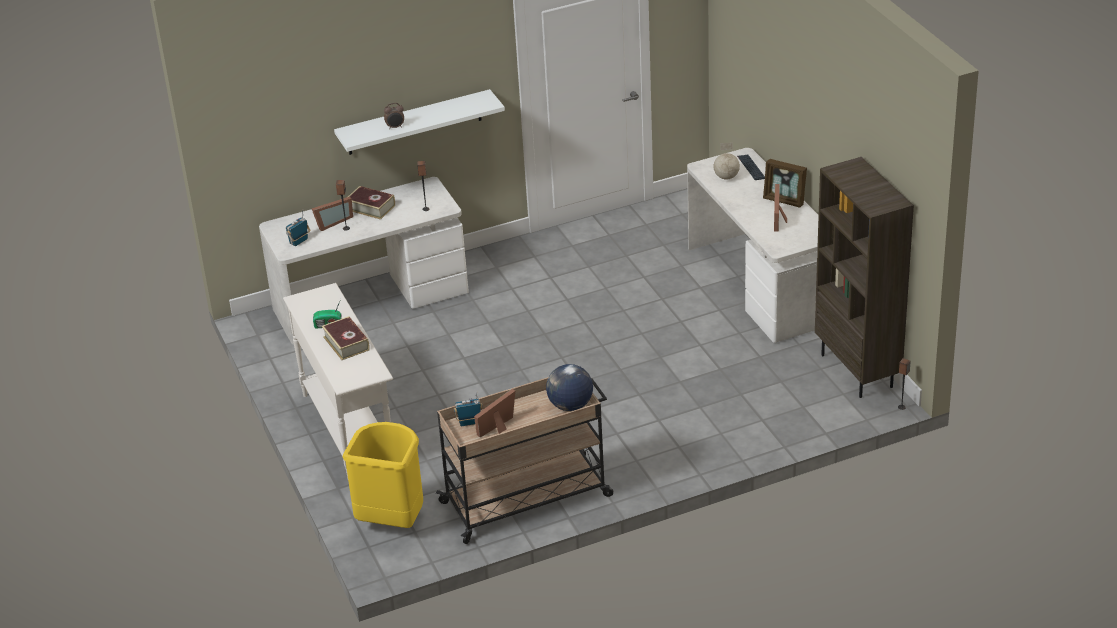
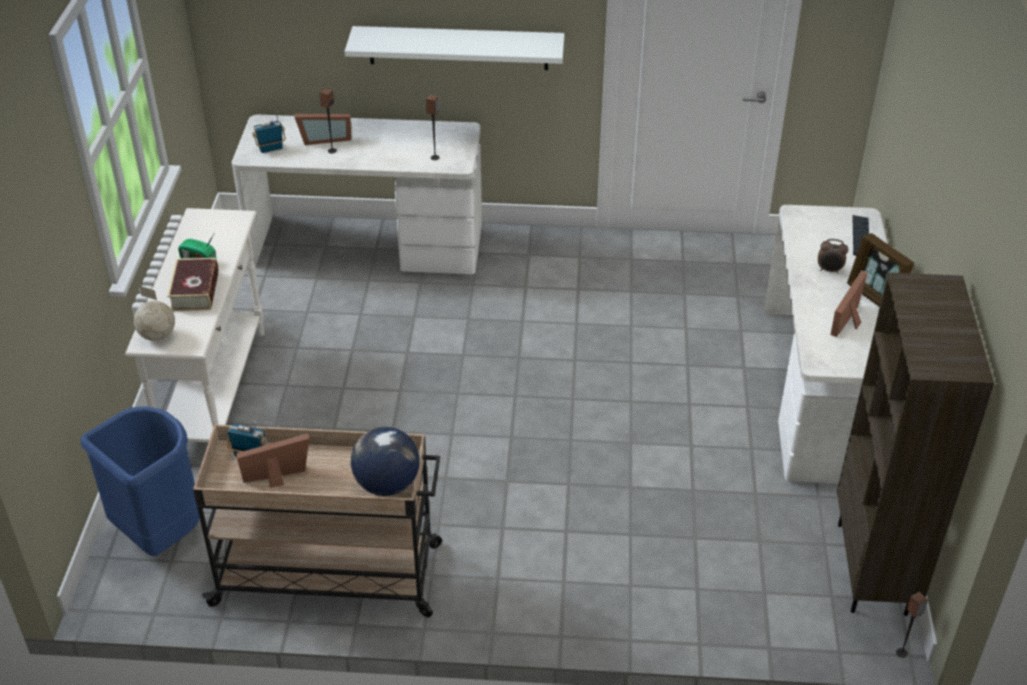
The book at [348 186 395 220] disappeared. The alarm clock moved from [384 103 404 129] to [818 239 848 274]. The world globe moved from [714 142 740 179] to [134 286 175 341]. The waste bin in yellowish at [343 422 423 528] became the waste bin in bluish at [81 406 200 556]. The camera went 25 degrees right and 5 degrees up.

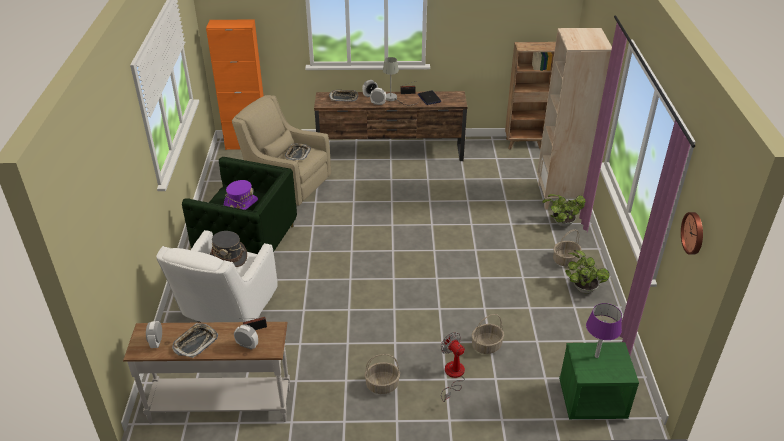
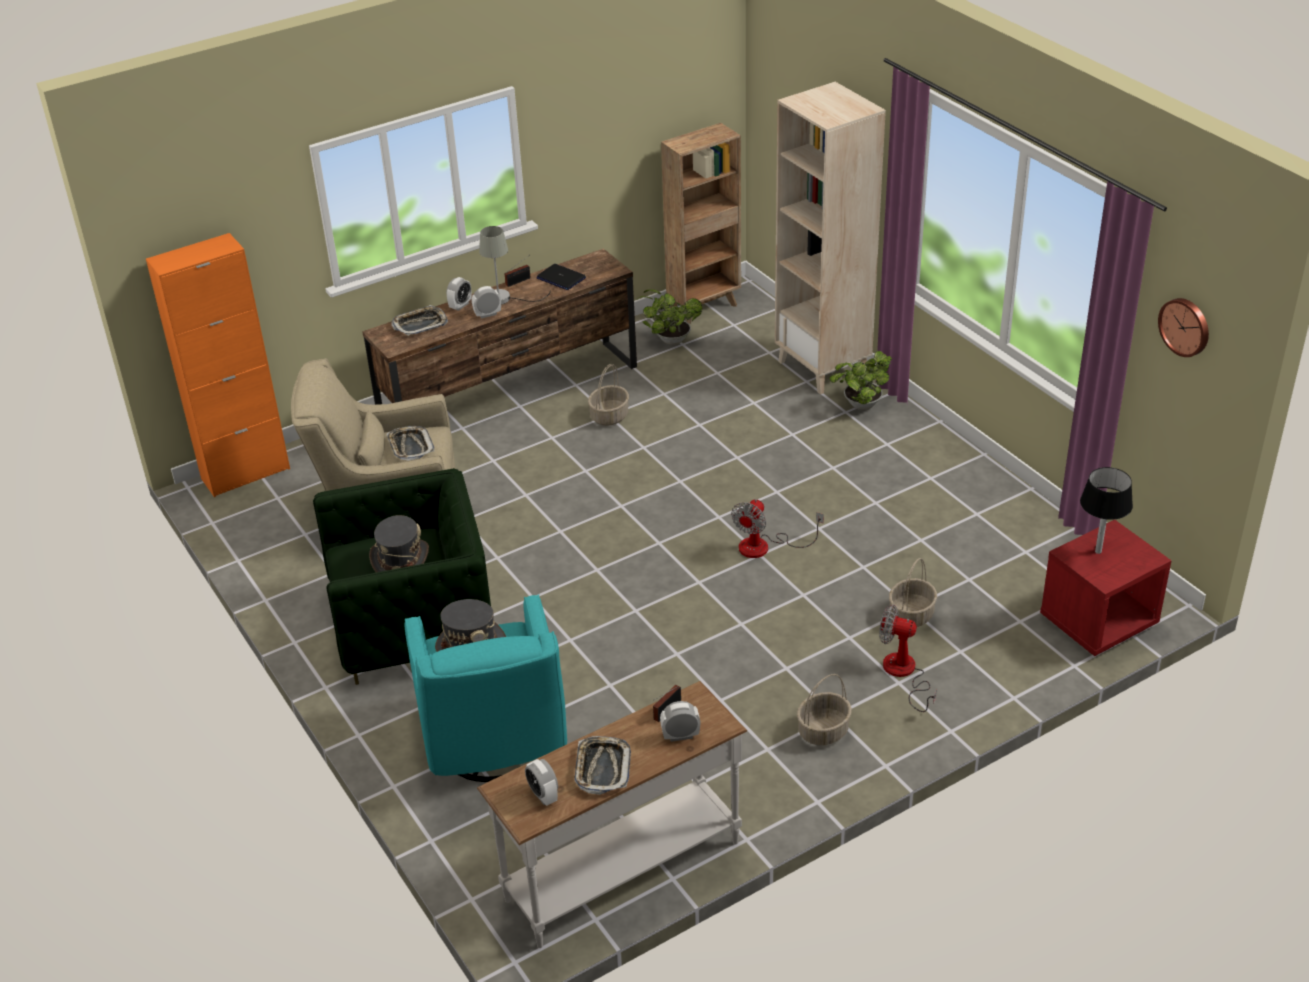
The electric fan at [731 499 824 558] appeared. The basket moved from [553 229 582 266] to [588 364 629 426]. The houseplant moved from [565 250 609 294] to [639 289 702 345]. The easy chair in whitish at [156 230 278 323] became the easy chair in blue-green at [404 594 567 782]. The clothing hat in purple-coloured at [224 180 258 210] became the clothing hat in grey at [369 515 429 572]. The nightstand in greenish at [559 342 639 419] became the nightstand in red at [1040 520 1172 656]. The lamp for a table in purple-coloured at [586 303 622 358] became the lamp for a table in blackish at [1080 467 1133 554]. The camera went 30 degrees left and 0 degrees up.

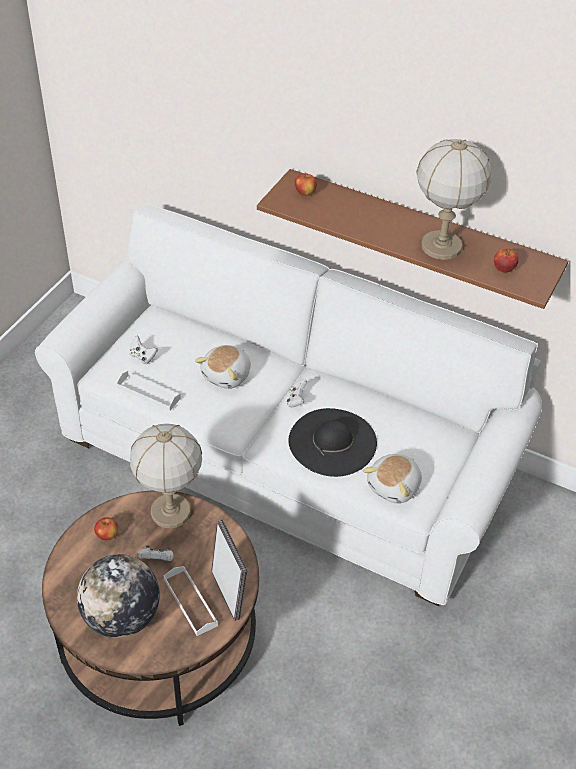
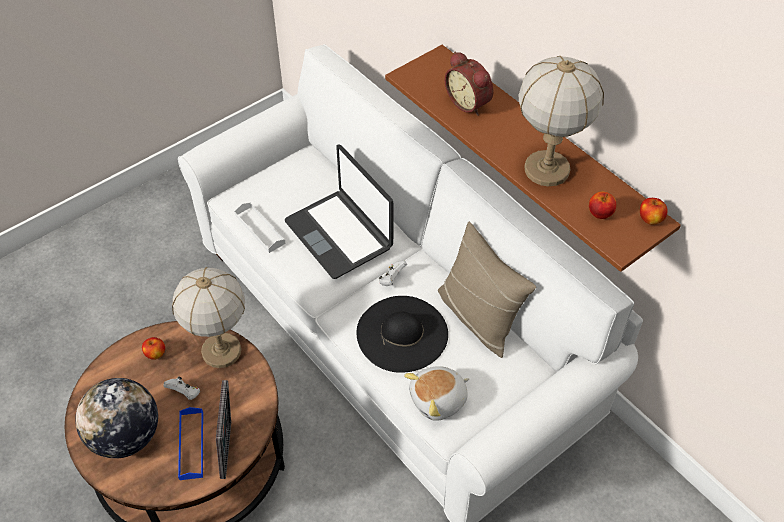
The gamepad in whitish at [129 335 158 364] disappeared. The cushion in beige-coloured at [438 222 536 358] appeared. The alarm clock at [445 52 494 116] appeared. The apple fruit moved from [295 174 317 196] to [640 198 668 225]. The soft toy at [195 345 251 389] was replaced by the notebook computer at [285 144 393 279]. The serving tray in whitish at [164 566 218 636] became the serving tray in bluish at [178 407 203 480]. The camera went 25 degrees right and 5 degrees up.

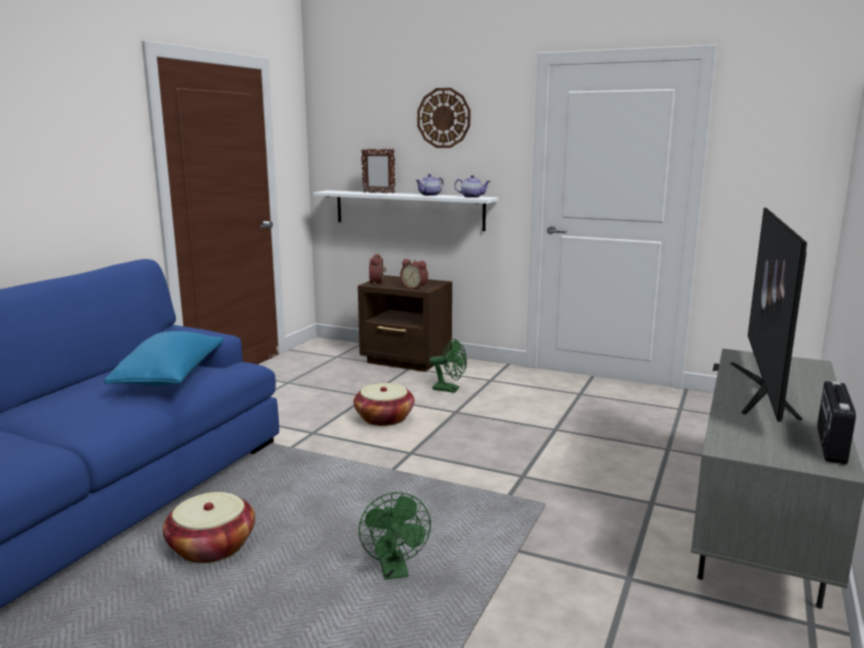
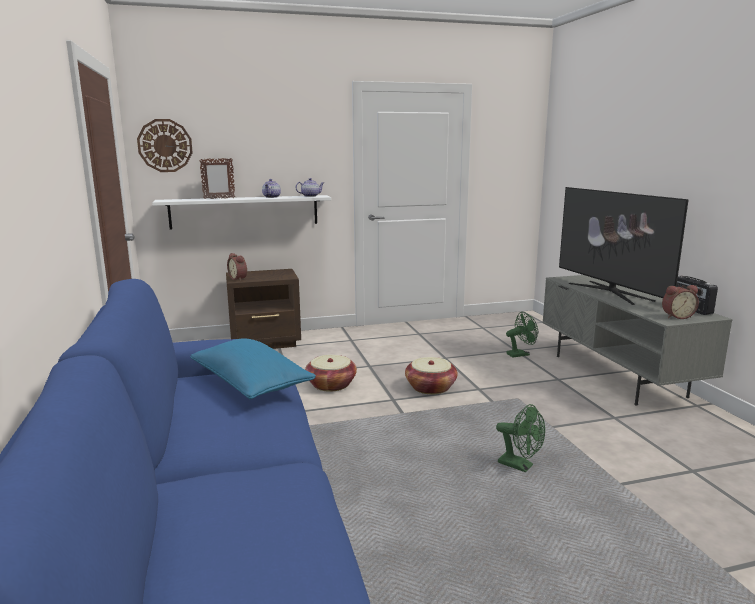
The basket moved from [163 492 255 563] to [405 357 458 395]. The alarm clock moved from [400 259 428 290] to [662 285 699 319]. The hanging clock moved from [417 88 471 148] to [137 119 193 172]. The electric fan in greenish moved from [429 339 467 393] to [506 312 538 358]. The camera went 40 degrees left and 0 degrees up.

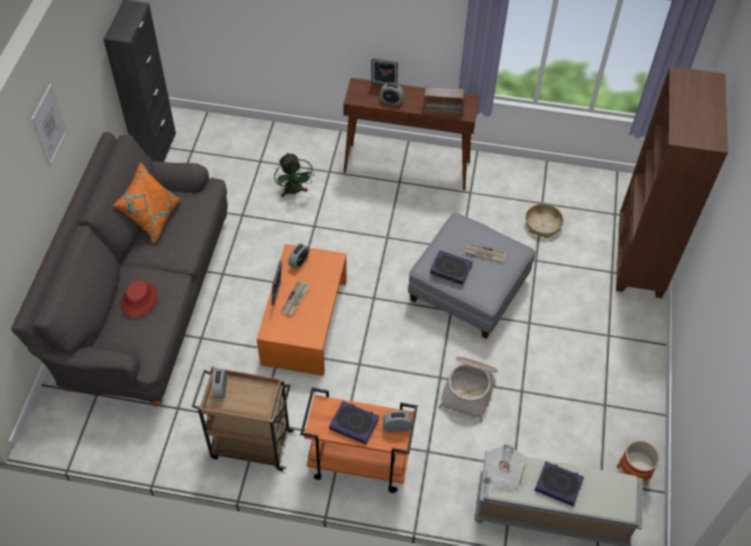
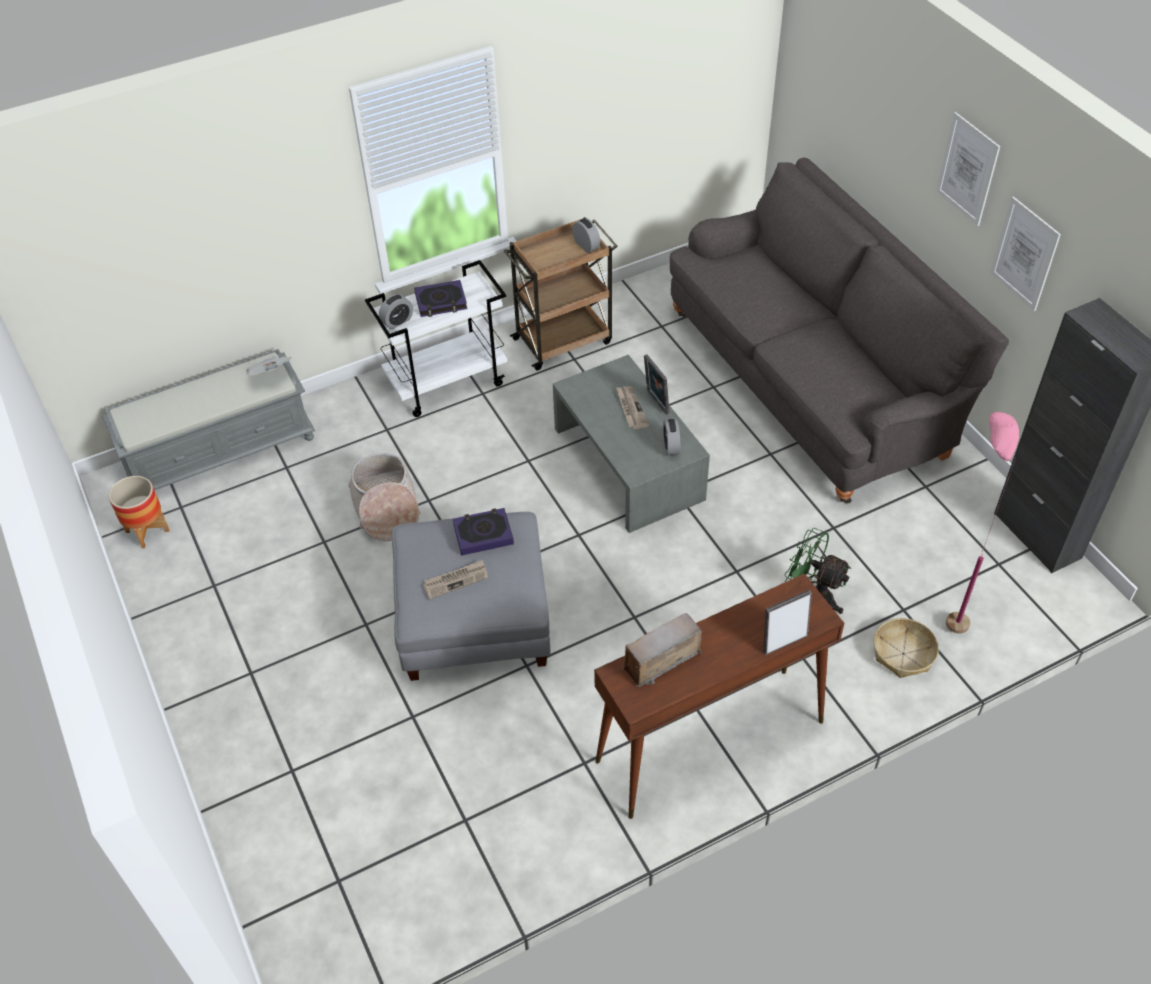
The cushion in orangey at [113 162 180 244] disappeared. The clothing hat in red at [121 281 158 318] disappeared. The alarm clock at [379 83 404 105] disappeared. The book at [535 461 584 507] disappeared. The bookshelf in brownish at [616 66 728 298] disappeared. The standing lamp in pinkish at [946 412 1019 634] appeared. The wall art at [990 196 1061 311] appeared. The basket moved from [525 204 564 238] to [874 618 939 678]. The coffee table in orangey at [257 244 347 376] became the coffee table in grey at [553 355 710 533]. The trolley in orangey at [300 388 418 493] became the trolley in whitish at [365 260 507 417]. The camera went 145 degrees right and 5 degrees down.

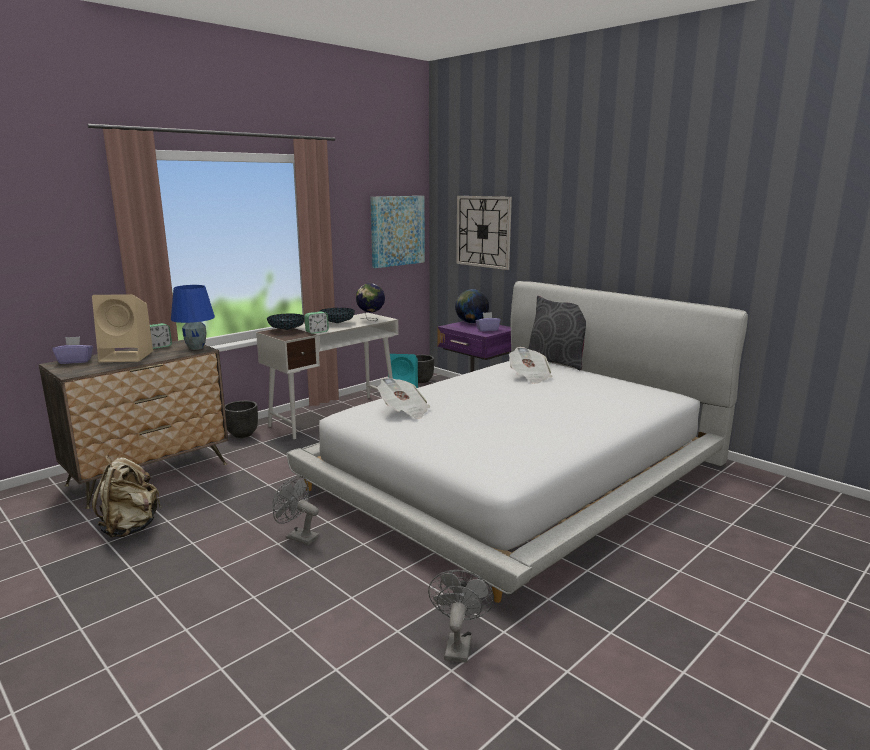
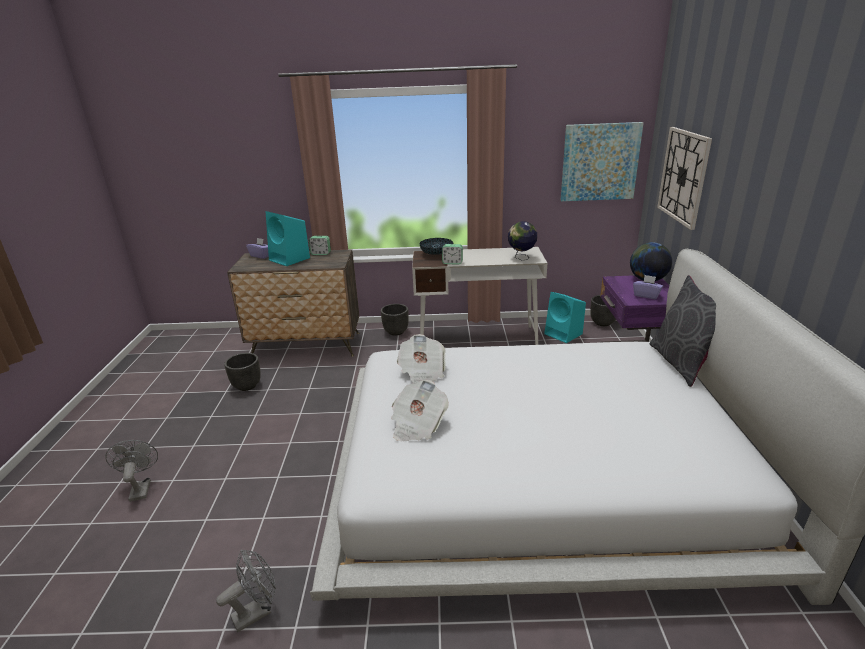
The lamp for a table in bluish at [171 285 215 350] disappeared. The serving bowl at [319 308 355 323] disappeared. The electric fan in grey moved from [272 476 319 545] to [105 440 158 502]. The daily paper moved from [509 347 552 384] to [391 380 449 441]. The backpack in beige-coloured at [92 455 161 537] was replaced by the flower pot in blackish at [224 353 261 391]. The loudspeaker in beige-coloured at [92 294 153 362] became the loudspeaker in blue-green at [266 211 310 266]. The camera went 45 degrees right and 10 degrees up.

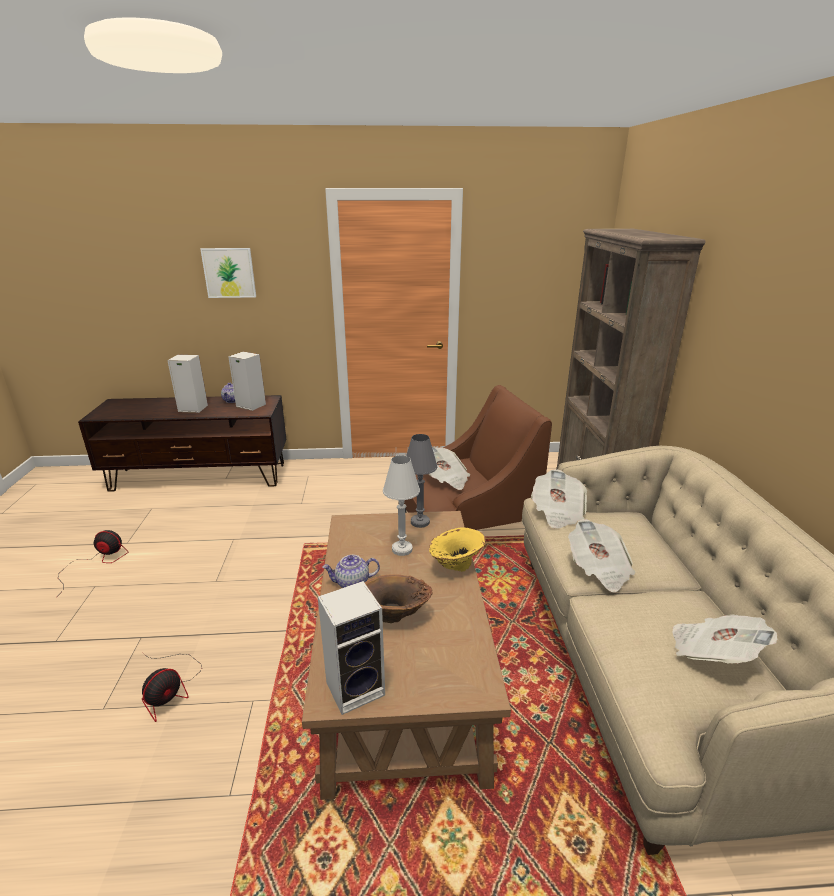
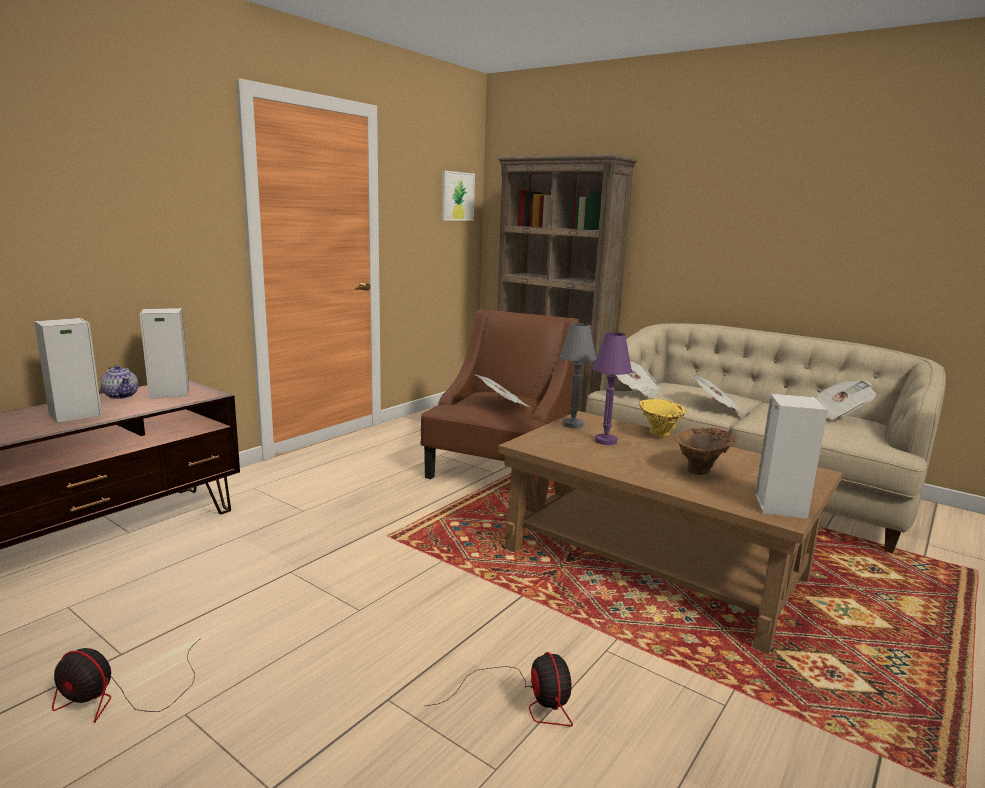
The pot for tea at [322 555 380 588] disappeared. The wall art moved from [200 248 256 298] to [442 171 475 221]. The lamp for a table in whitish at [383 455 420 556] became the lamp for a table in purple-coloured at [592 332 632 445]. The electric fan at [58 530 128 591] turned 120 degrees counterclockwise. The camera went 50 degrees left and 10 degrees down.

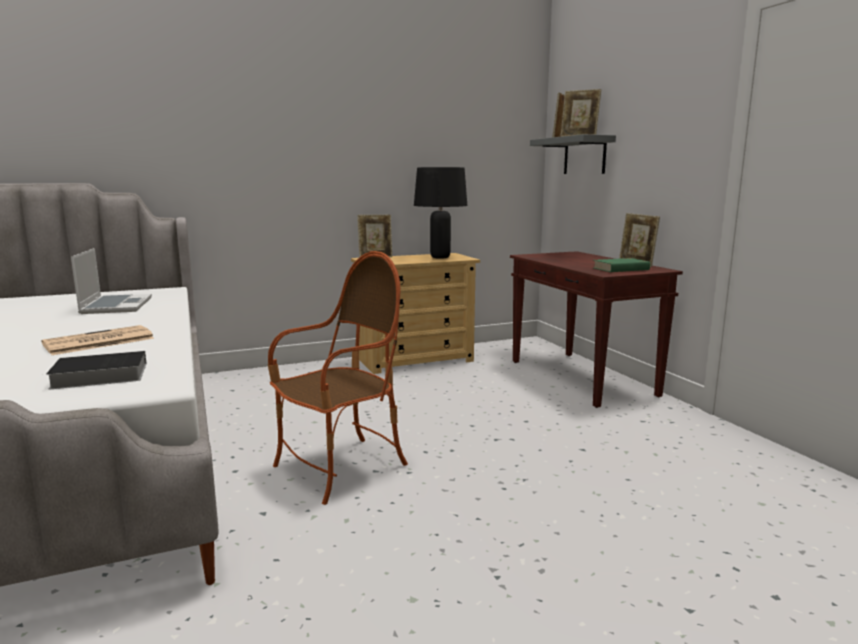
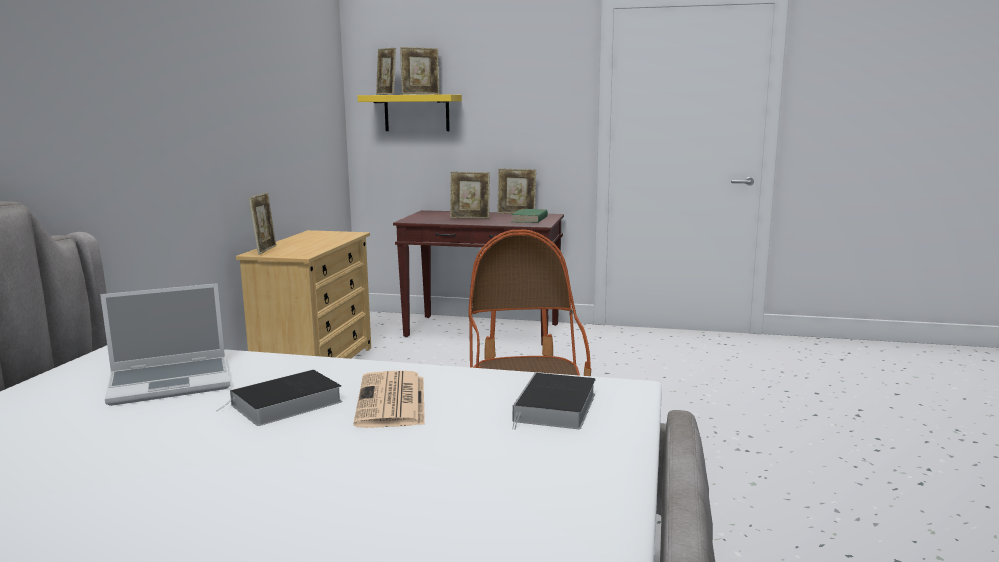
The lamp for a table in blackish at [414 167 467 259] disappeared. The book at [216 370 342 426] appeared. The photo frame at [450 171 490 219] appeared. The shelf in grey at [530 134 616 174] became the shelf in yellowish at [358 94 462 131]. The notebook computer at [71 248 152 314] turned 135 degrees clockwise. The camera went 55 degrees left and 0 degrees up.

